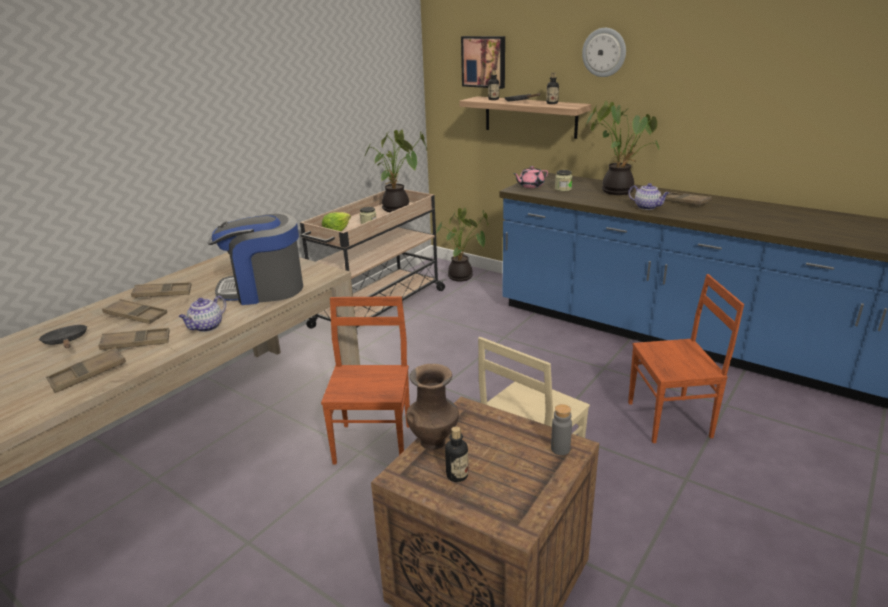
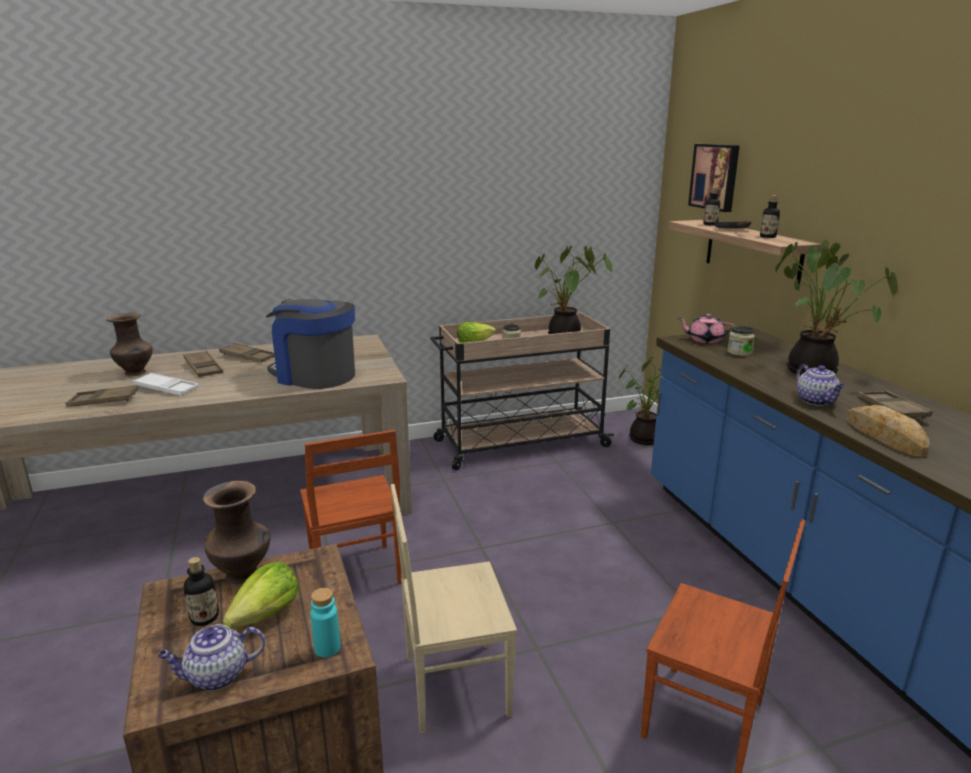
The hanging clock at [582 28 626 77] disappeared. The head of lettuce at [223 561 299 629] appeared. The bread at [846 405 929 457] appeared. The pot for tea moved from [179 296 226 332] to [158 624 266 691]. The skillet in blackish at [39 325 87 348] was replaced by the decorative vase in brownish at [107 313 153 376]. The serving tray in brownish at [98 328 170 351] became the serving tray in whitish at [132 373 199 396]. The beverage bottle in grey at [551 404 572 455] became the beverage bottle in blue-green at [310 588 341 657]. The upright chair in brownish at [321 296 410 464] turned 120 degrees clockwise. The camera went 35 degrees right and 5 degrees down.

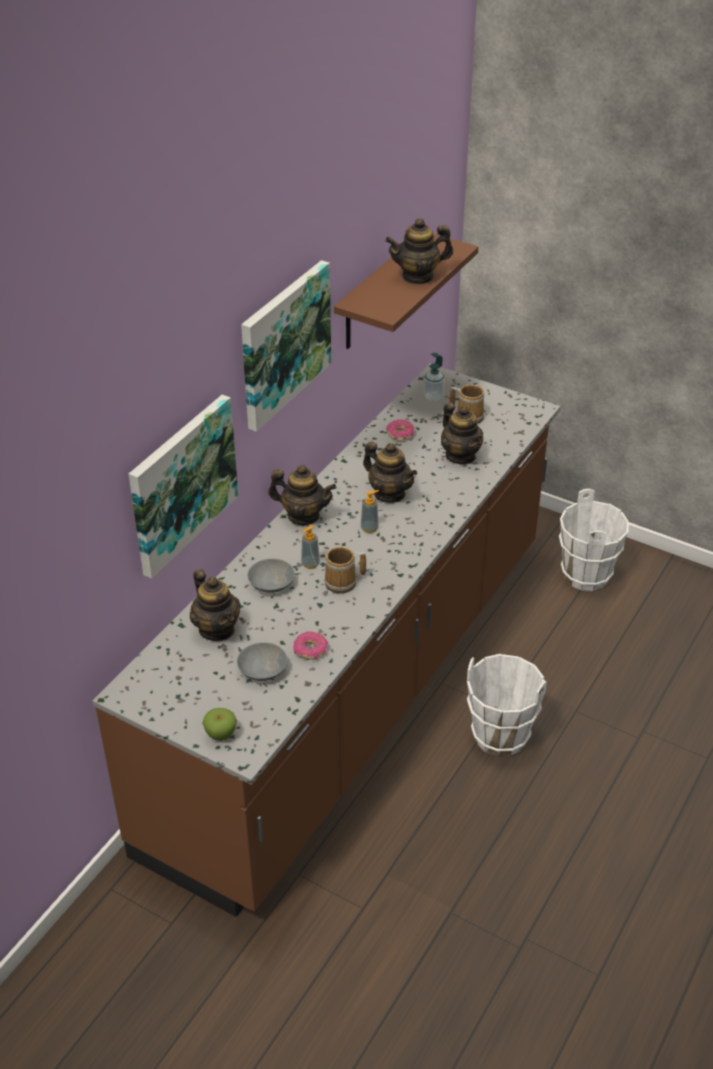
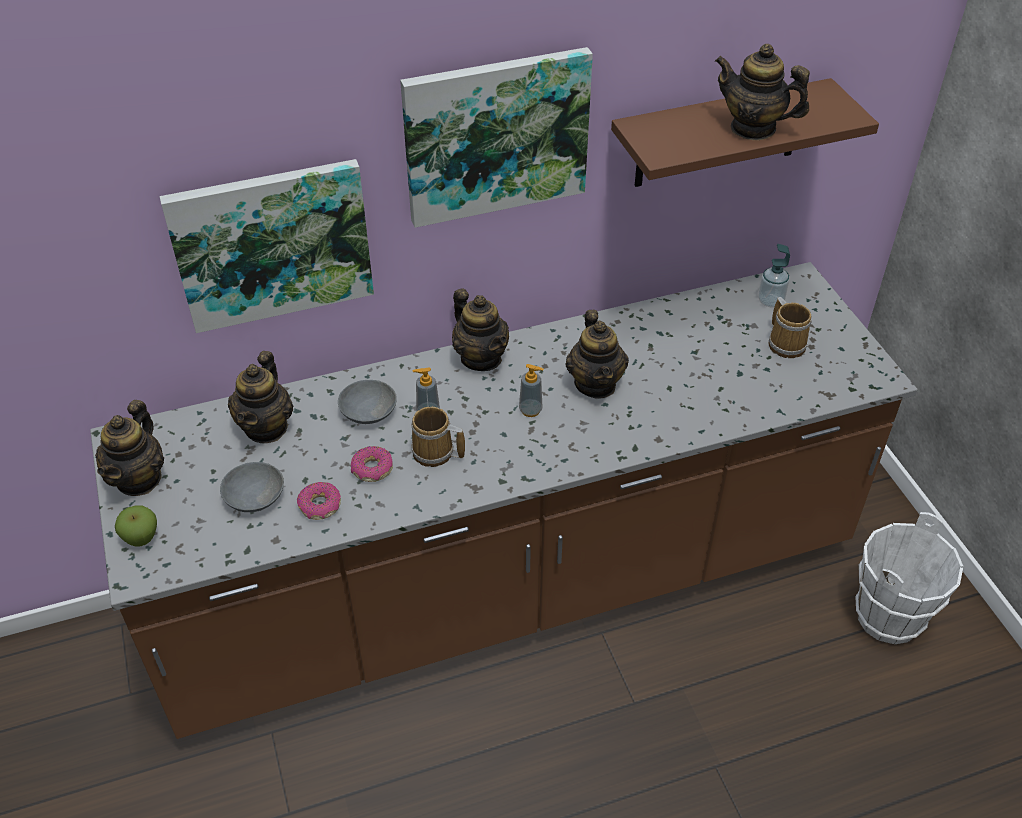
The pail in whitish at [467 654 547 757] disappeared. The doughnut moved from [386 420 414 441] to [351 446 393 482]. The pot for tea moved from [441 402 483 465] to [95 400 164 496]. The camera went 40 degrees right and 5 degrees up.

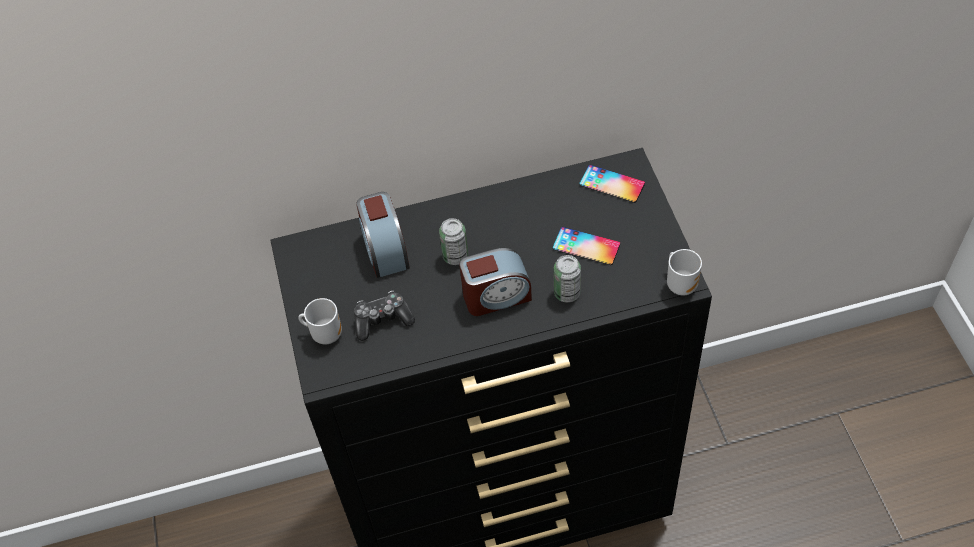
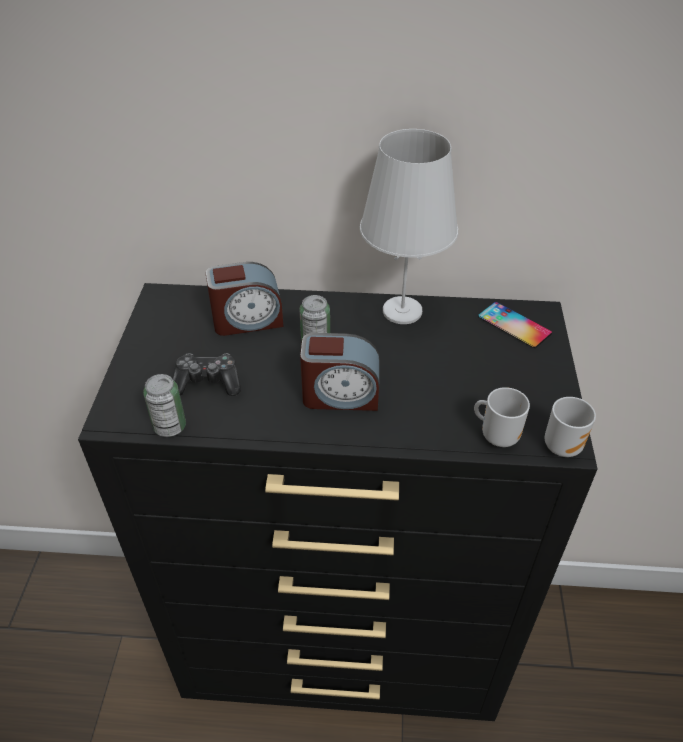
The phone at [553 227 620 265] disappeared. The lamp for a table in whitish at [360 129 458 324] appeared. The tea mug moved from [299 298 342 345] to [474 387 530 447]. The sealed can moved from [554 255 581 303] to [143 374 186 437]. The alarm clock at [356 192 410 278] turned 105 degrees counterclockwise. The camera went 15 degrees right and 10 degrees down.

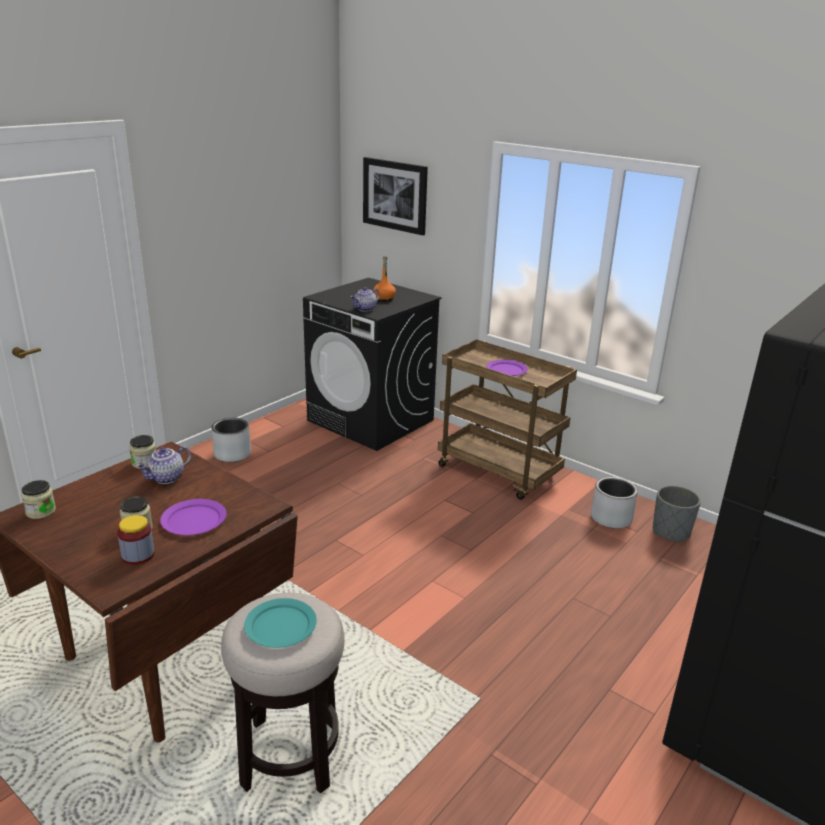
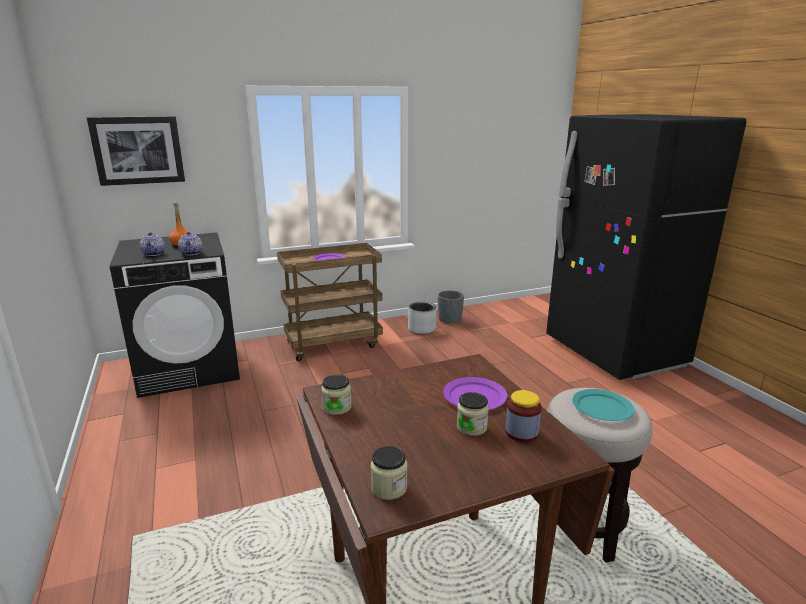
The flower pot in grey at [211 418 251 462] disappeared. The pot for tea moved from [136 446 191 484] to [140 232 165 256]. The camera went 60 degrees left and 5 degrees down.

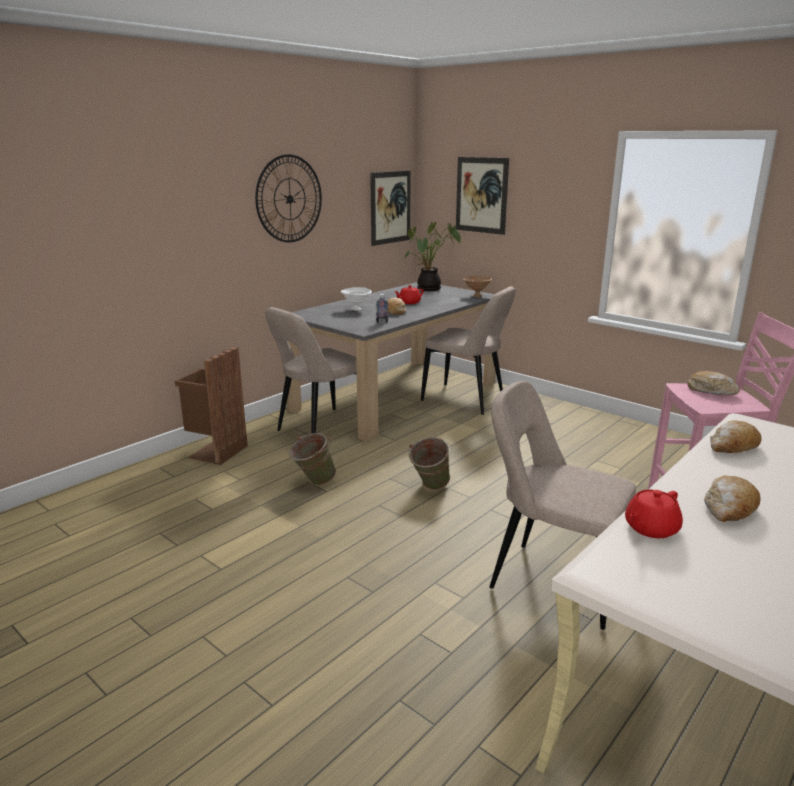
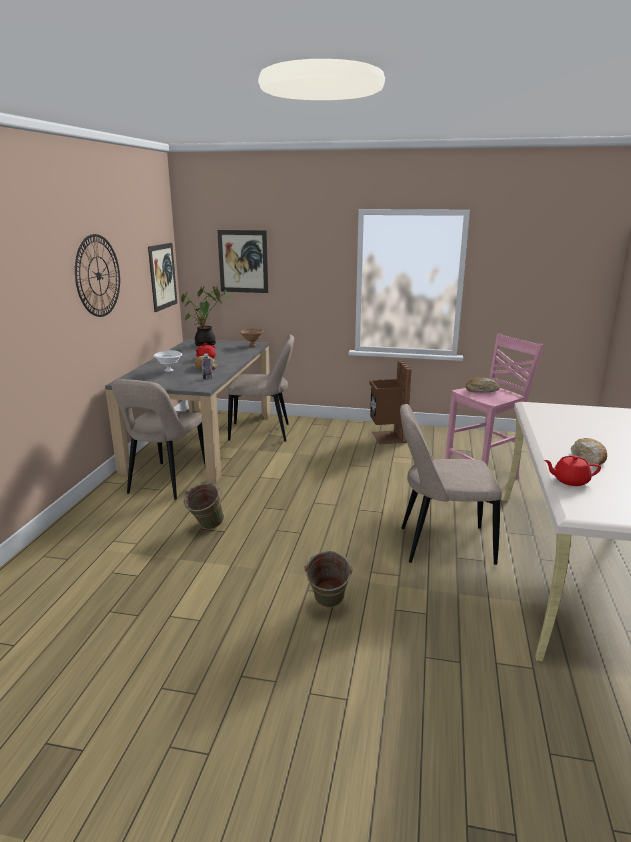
The bread at [710 420 762 453] disappeared. The waste bin in brownish moved from [175 347 248 465] to [369 360 412 444]. The pail in greenish moved from [409 437 452 490] to [304 551 353 607]. The pot for tea in red at [625 490 683 538] turned 75 degrees clockwise. The camera went 30 degrees left and 0 degrees up.

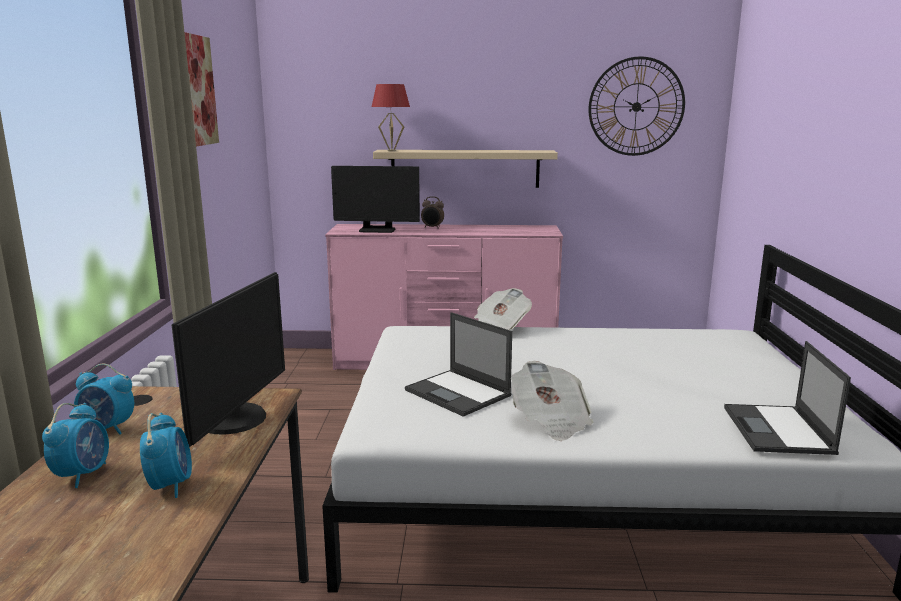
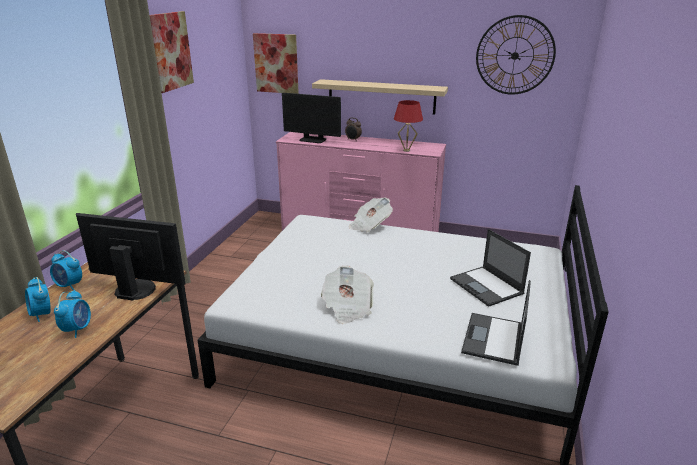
The wall art at [253 33 299 94] appeared. The lamp for a table in red moved from [372 84 410 151] to [394 100 423 152]. The notebook computer moved from [405 312 512 417] to [450 229 531 307]. The alarm clock at [42 403 109 488] turned 120 degrees clockwise. The computer display at [172 272 285 447] turned 105 degrees counterclockwise. The camera went 15 degrees right and 10 degrees up.

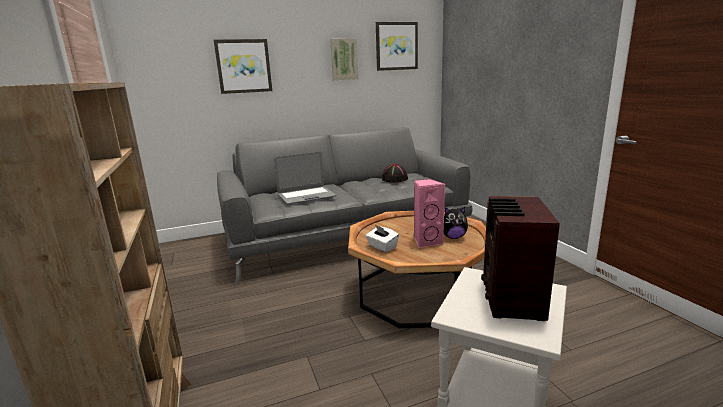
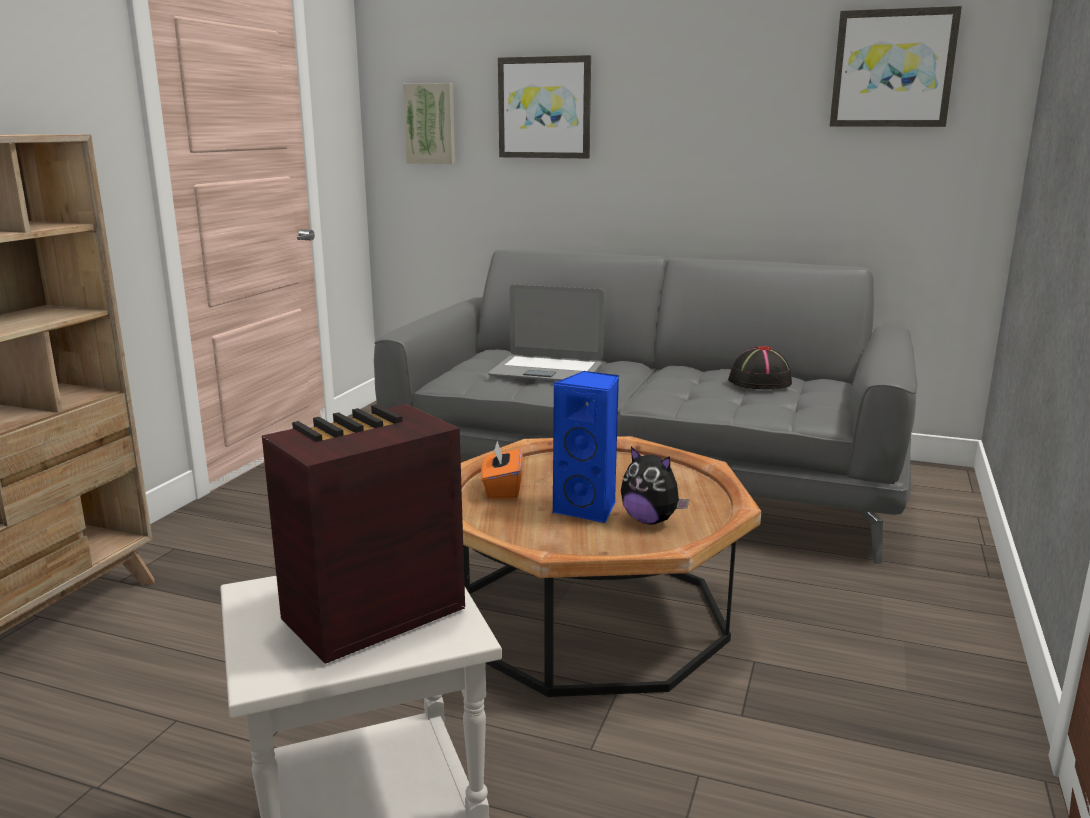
The wall art moved from [330 38 358 80] to [403 83 455 164]. The tissue holder in whitish at [366 225 399 252] became the tissue holder in orangey at [481 441 523 499]. The loudspeaker in pinkish at [414 179 445 248] became the loudspeaker in bluish at [552 371 619 524]. The camera went 40 degrees right and 0 degrees up.

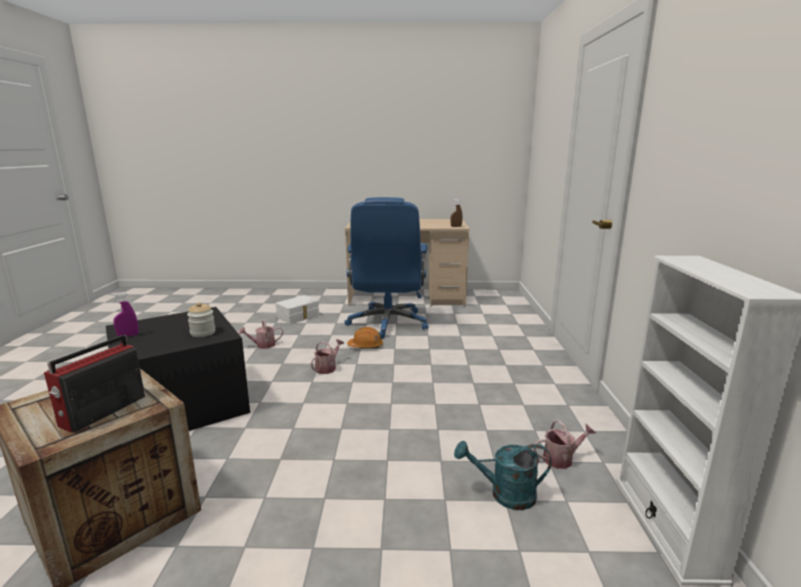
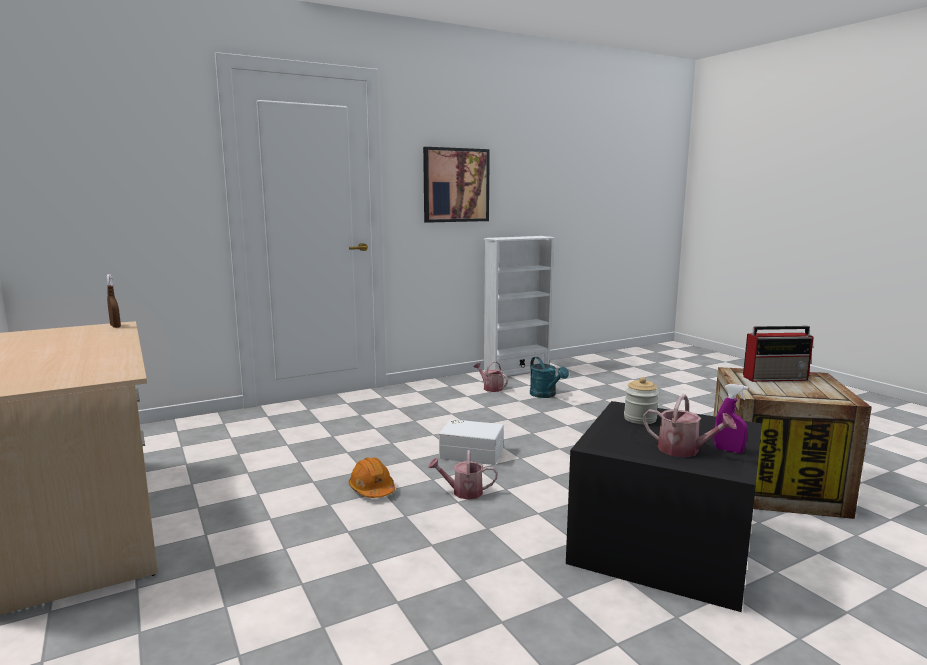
The computer chair in bluish at [344 197 428 339] disappeared. The wall art at [423 147 490 223] appeared. The watering pot moved from [239 319 283 349] to [643 394 736 457]. The storage bin in whitish moved from [276 295 319 324] to [439 419 504 465]. The camera went 120 degrees left and 5 degrees down.

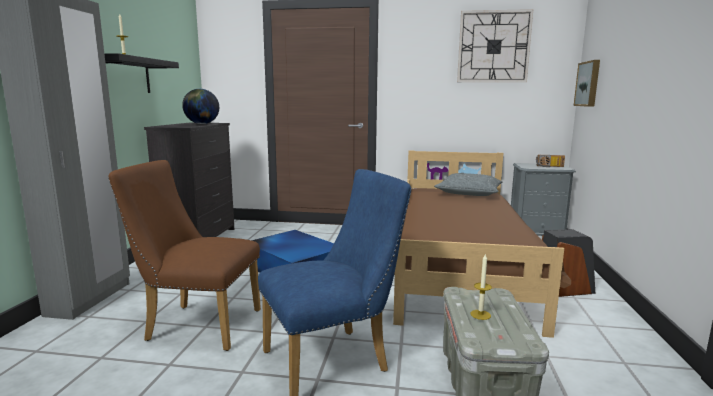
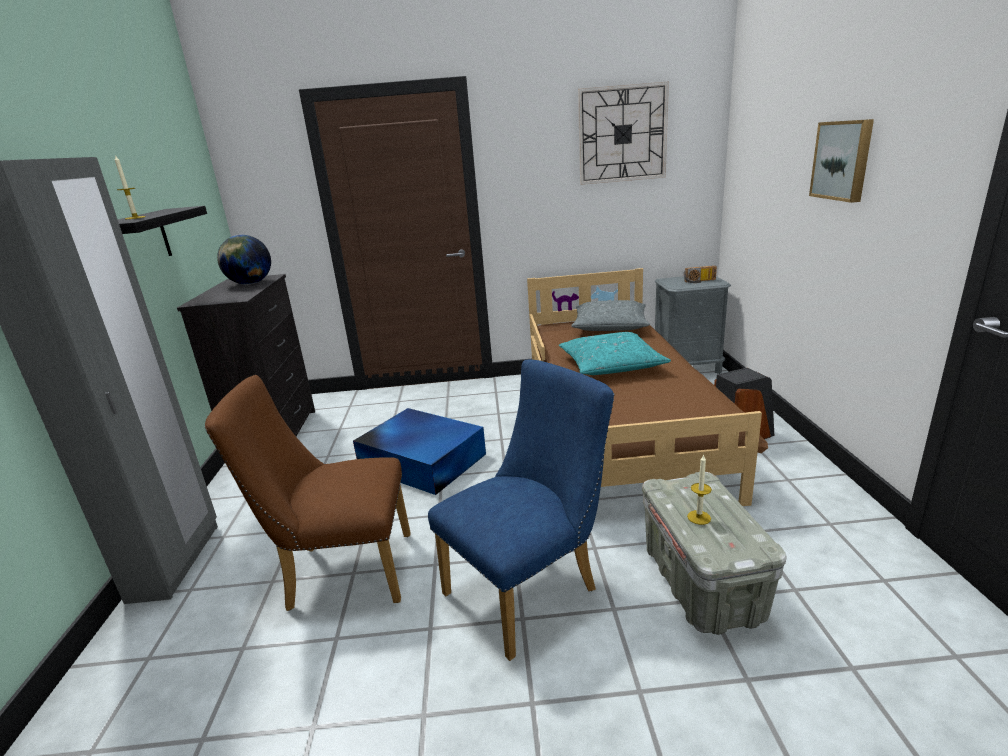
The cushion in blue-green at [559 332 671 375] appeared. The wall art moved from [574 60 600 107] to [809 119 874 203]. The camera went 10 degrees left and 10 degrees up.

